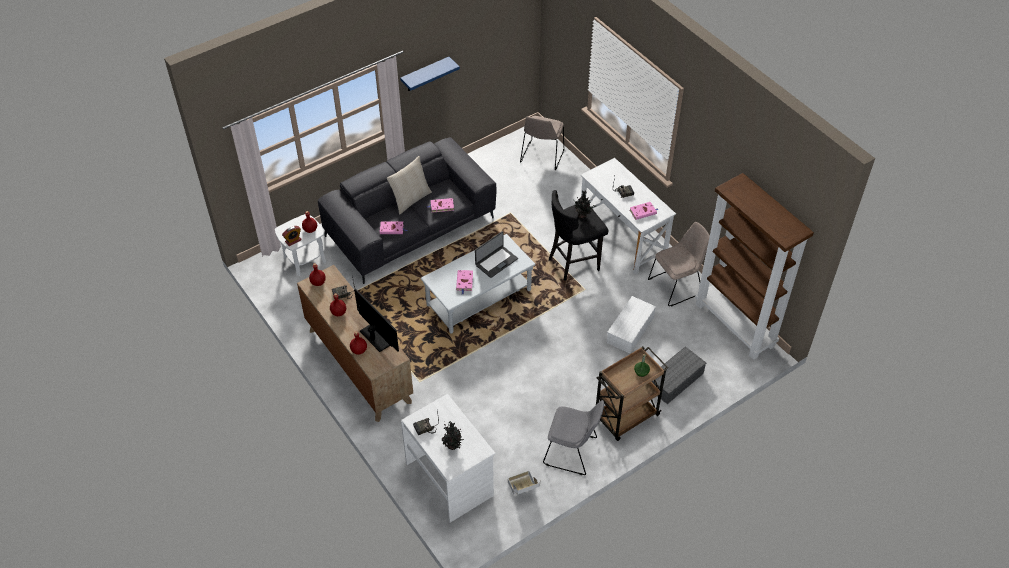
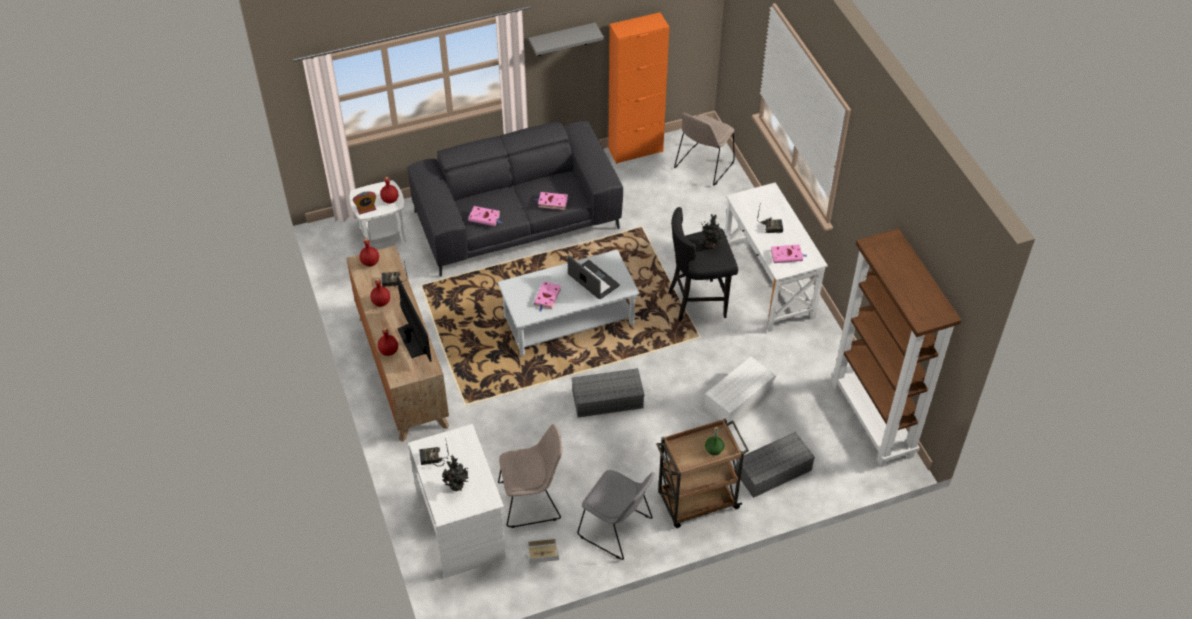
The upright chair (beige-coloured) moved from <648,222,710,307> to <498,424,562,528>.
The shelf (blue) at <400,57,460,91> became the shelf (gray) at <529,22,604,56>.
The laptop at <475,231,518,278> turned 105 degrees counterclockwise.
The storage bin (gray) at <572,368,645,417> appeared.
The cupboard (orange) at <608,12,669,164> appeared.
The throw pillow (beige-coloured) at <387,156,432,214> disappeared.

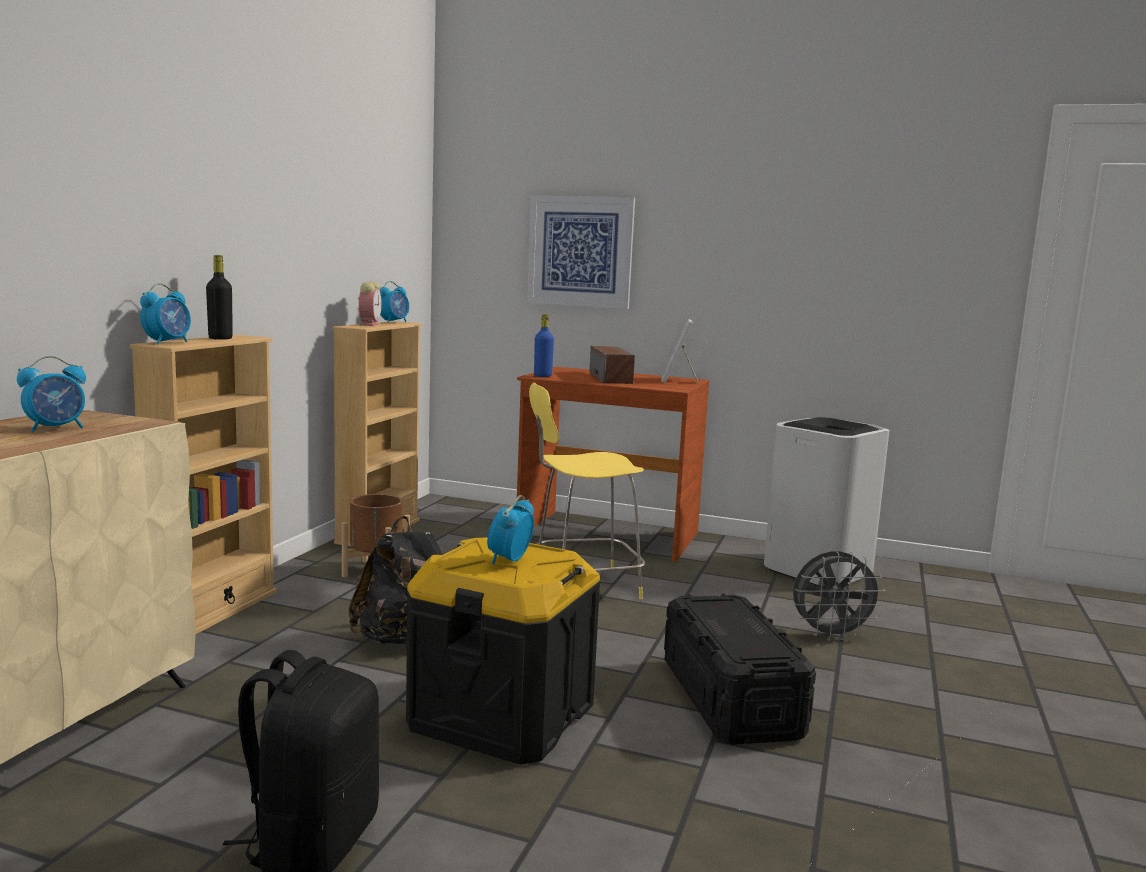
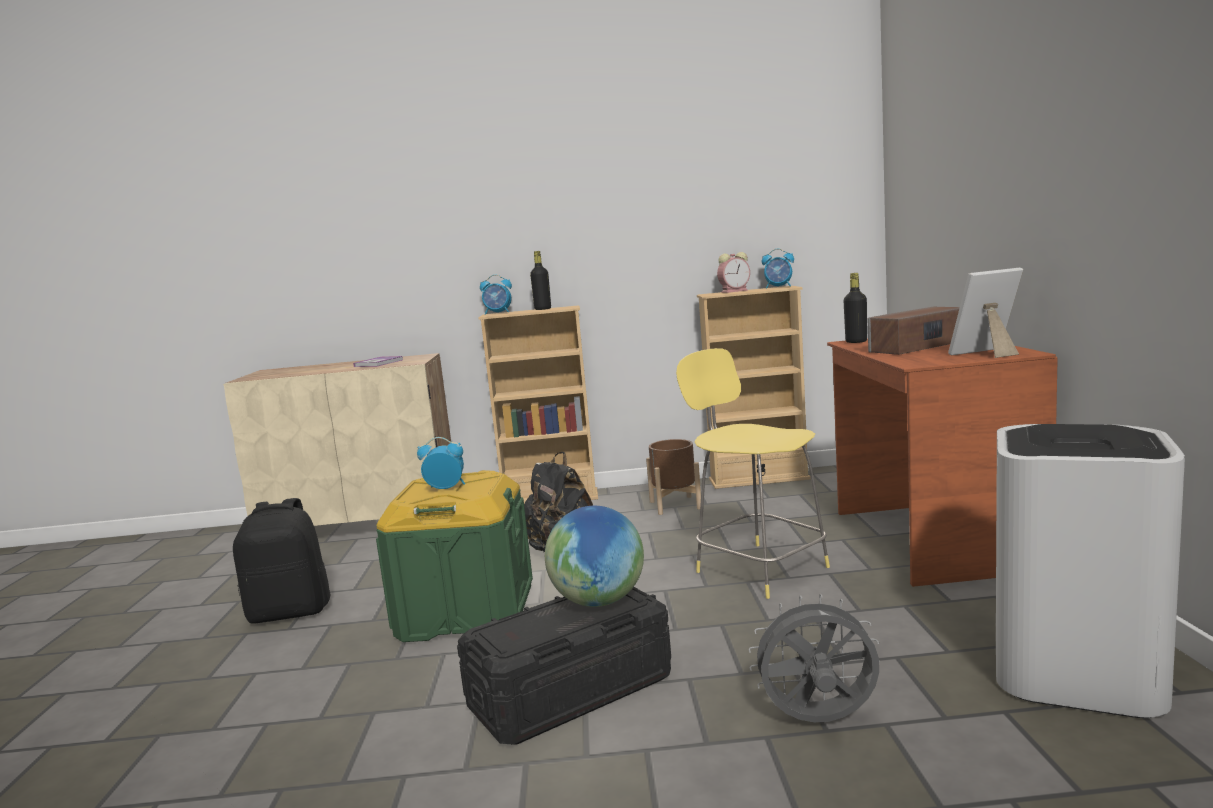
The alarm clock at <17,356,86,432> was replaced by the volume at <353,356,403,367>.
The storage bin (blackish) at <406,537,601,765> became the storage bin (green-coloured) at <376,470,533,642>.
The desk globe at <545,506,644,607> appeared.
The electric fan (gray) at <793,551,885,641> turned 120 degrees clockwise.
The bottle (blue) at <534,314,554,377> became the bottle (blackish) at <844,273,867,343>.
The wall picture at <527,195,635,309> disappeared.

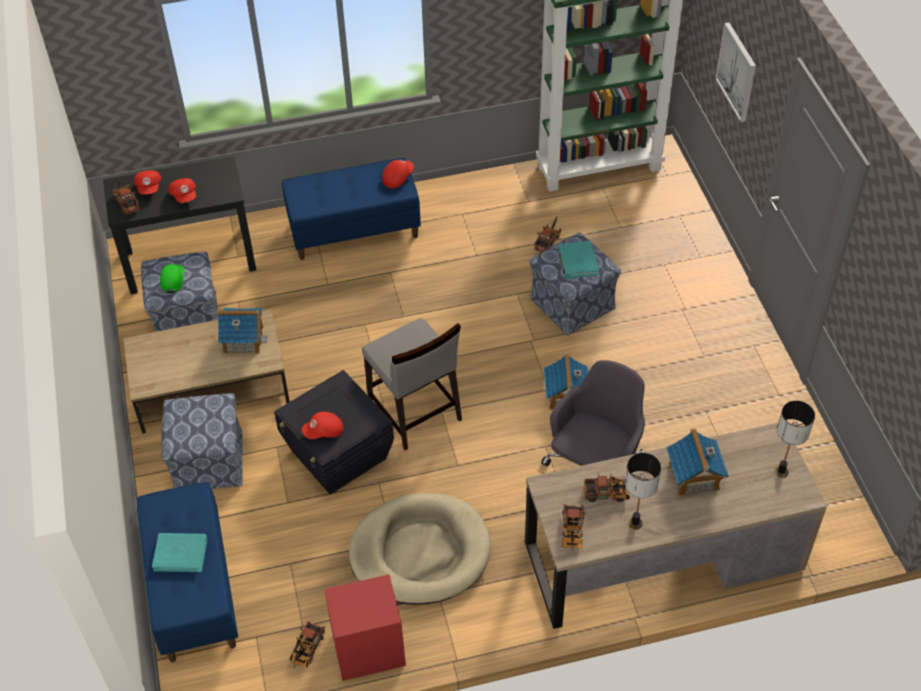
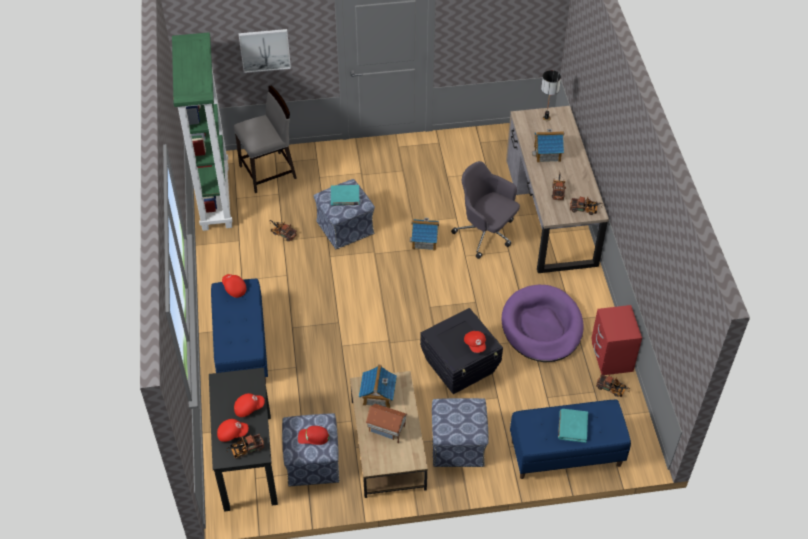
The upright chair (gray) moved from <362,318,462,450> to <234,86,297,193>.
The peaked cap (green-coloured) at <160,264,185,293> became the peaked cap (red-coloured) at <298,426,329,445>.
The model house at <366,404,408,443> appeared.
The dog bed (beige-coloured) at <349,493,491,605> became the dog bed (purple) at <501,285,584,362>.
The table lamp at <625,453,661,530> disappeared.

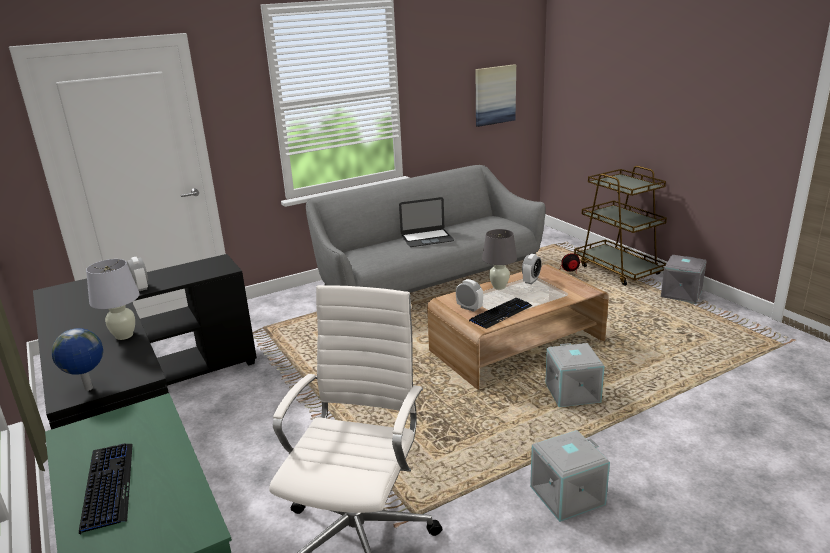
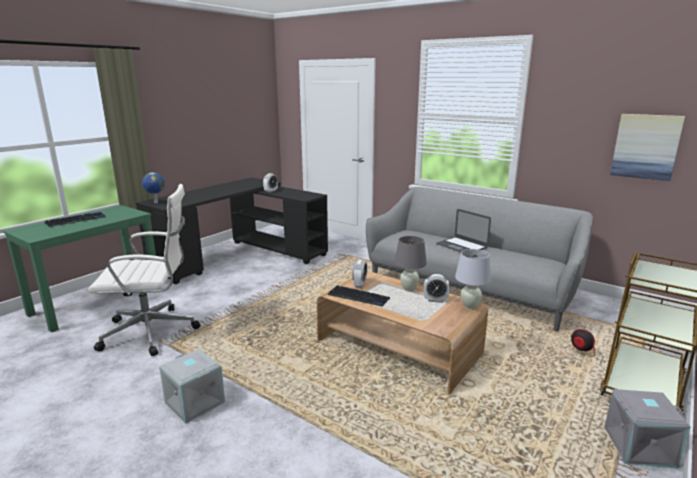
The table lamp (whitish) moved from <86,259,140,340> to <455,249,491,310>.
The storage bin (gray) at <545,343,604,407> disappeared.

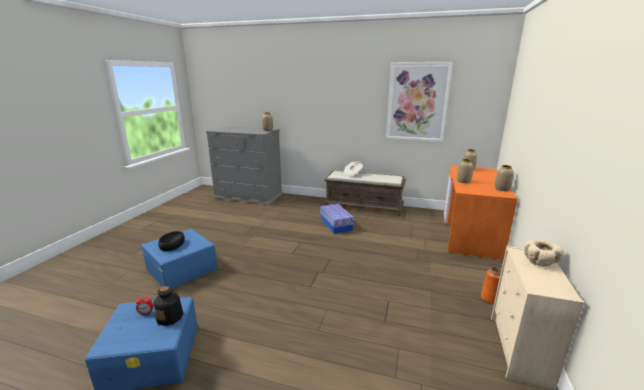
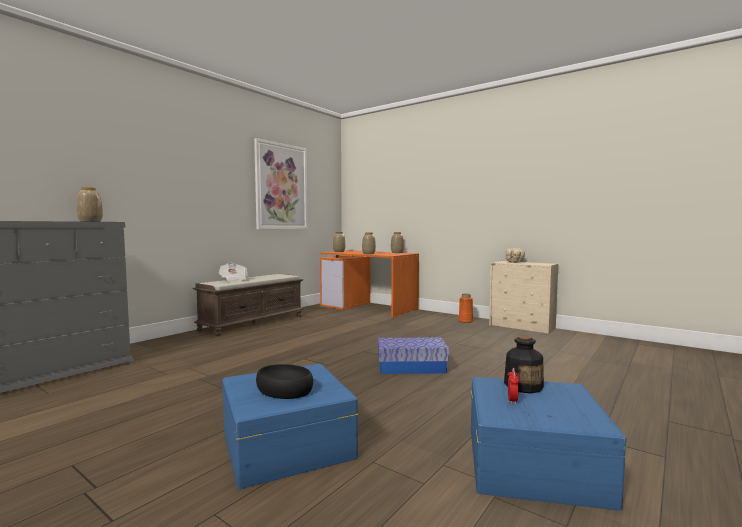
The storage bin moved from <320,204,354,234> to <378,338,449,374>.

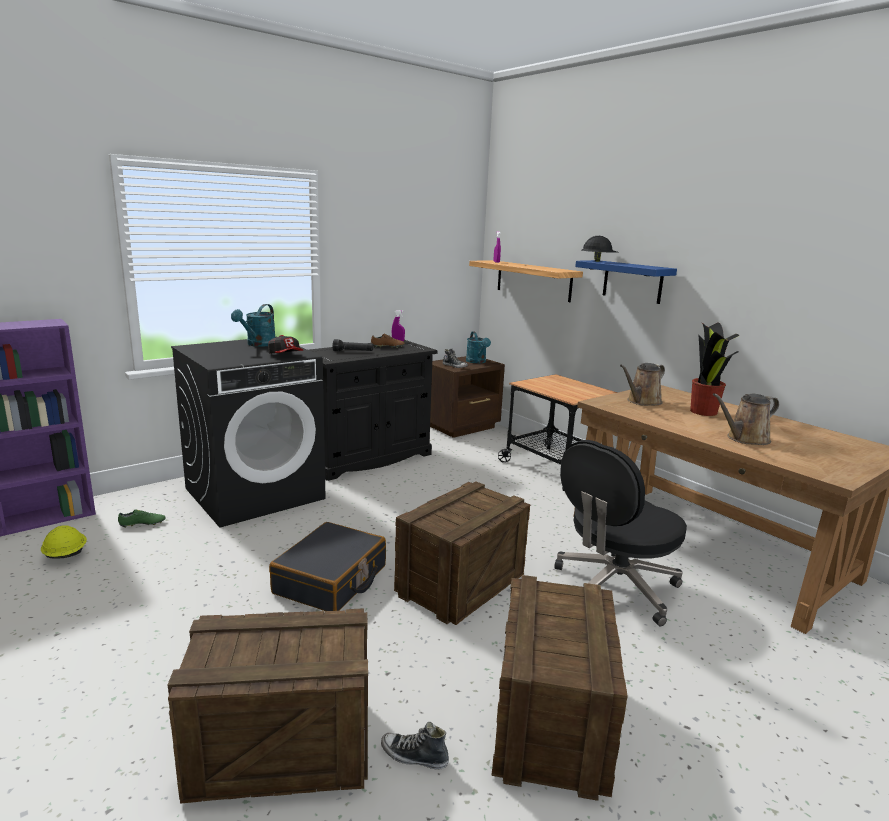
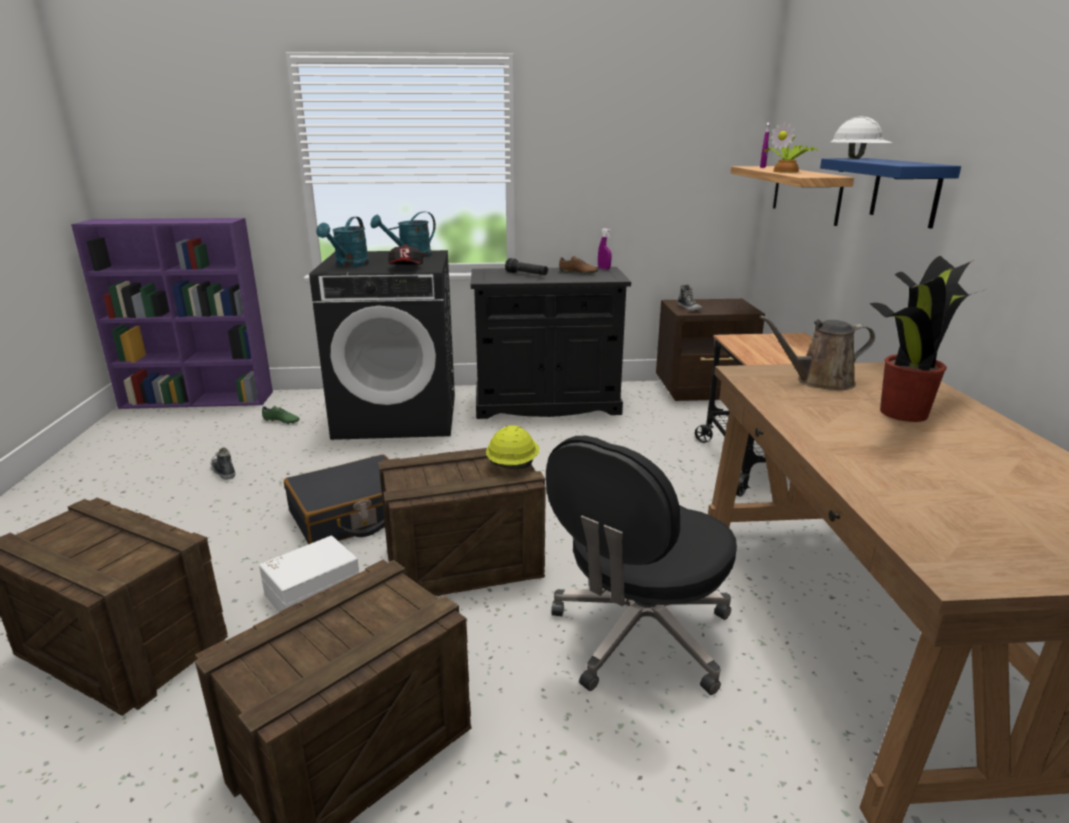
The shoe moved from <381,722,449,770> to <210,448,235,479>.
The storage bin (whitish) at <259,536,359,612> appeared.
The sprinkling can (turquoise-coloured) moved from <466,332,491,363> to <316,217,369,267>.
The safety helmet (yellowish) moved from <41,525,87,559> to <486,425,539,469>.
The office chair (blackish) at <554,440,687,626> turned 45 degrees counterclockwise.
The plant in a pot at <764,121,818,173> appeared.
The safety helmet (blackish) at <581,236,618,261> became the safety helmet (whitish) at <830,116,893,159>.
The sprinkling can (brown-coloured) at <713,393,779,445> disappeared.

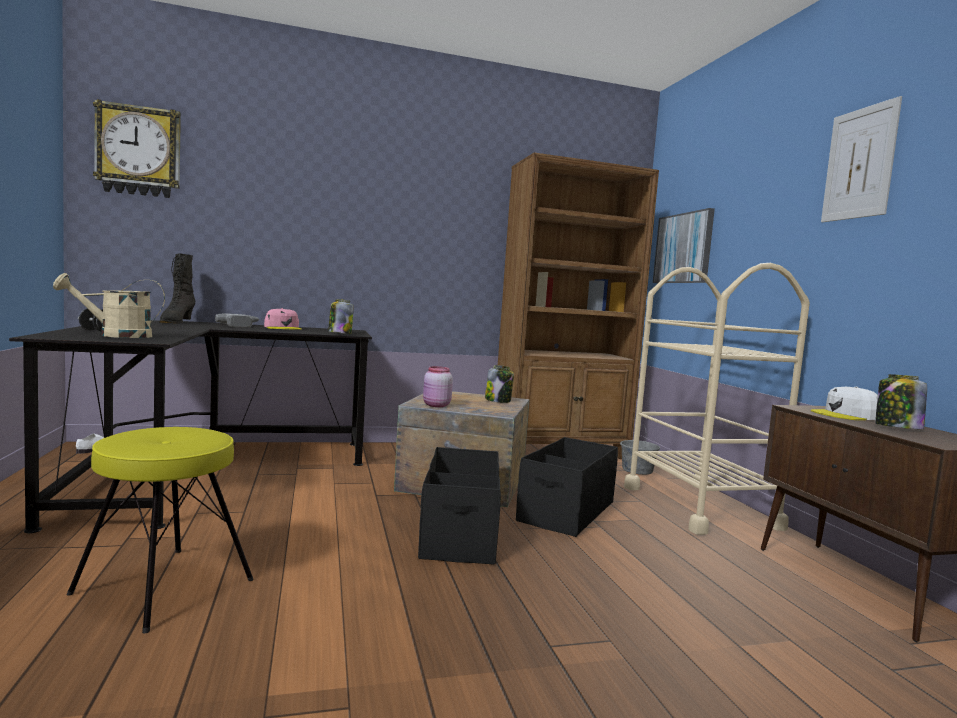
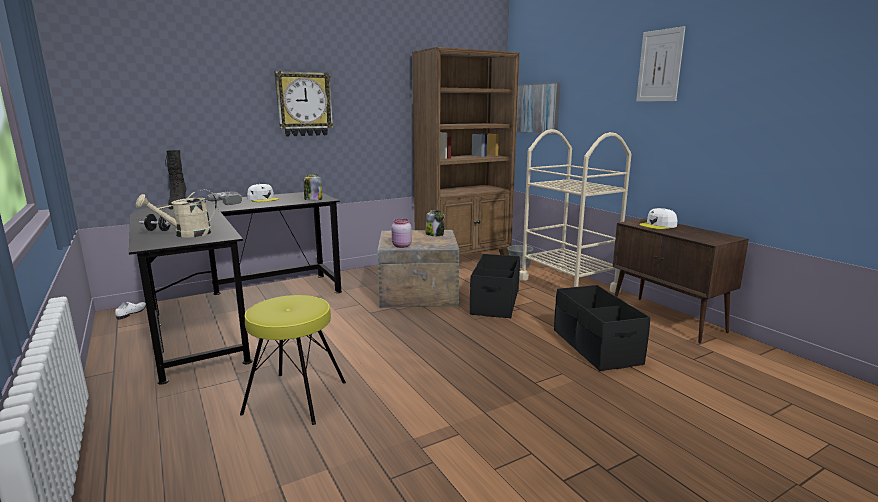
The peaked cap (pink) at <264,308,302,330> became the peaked cap (whitish) at <247,184,279,202>.
The wall clock moved from <93,99,181,198> to <275,71,334,136>.
The storage bin (blackish) moved from <418,447,501,564> to <554,285,650,371>.
The preserve jar at <875,374,927,429> disappeared.

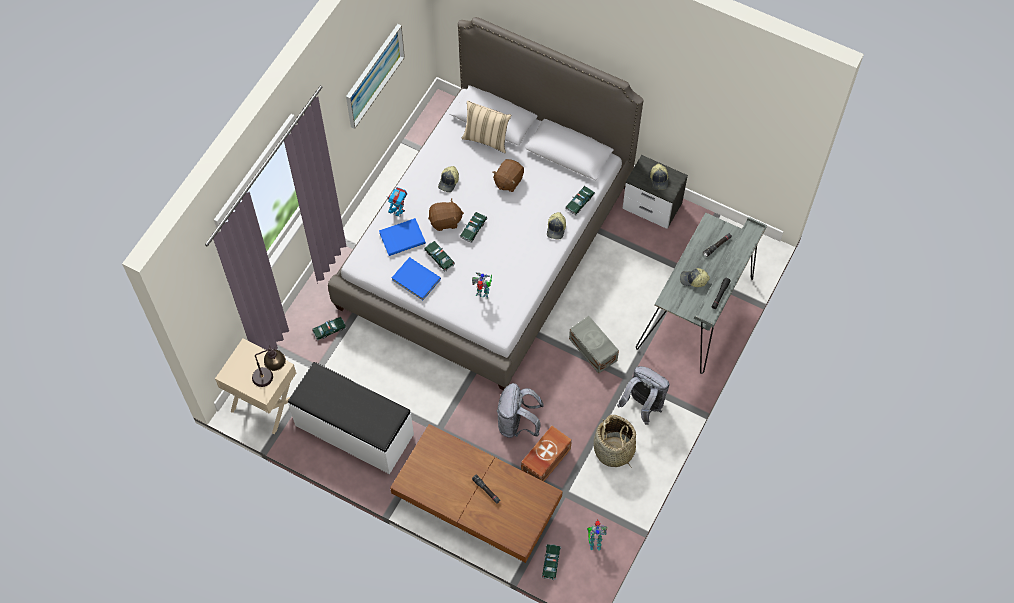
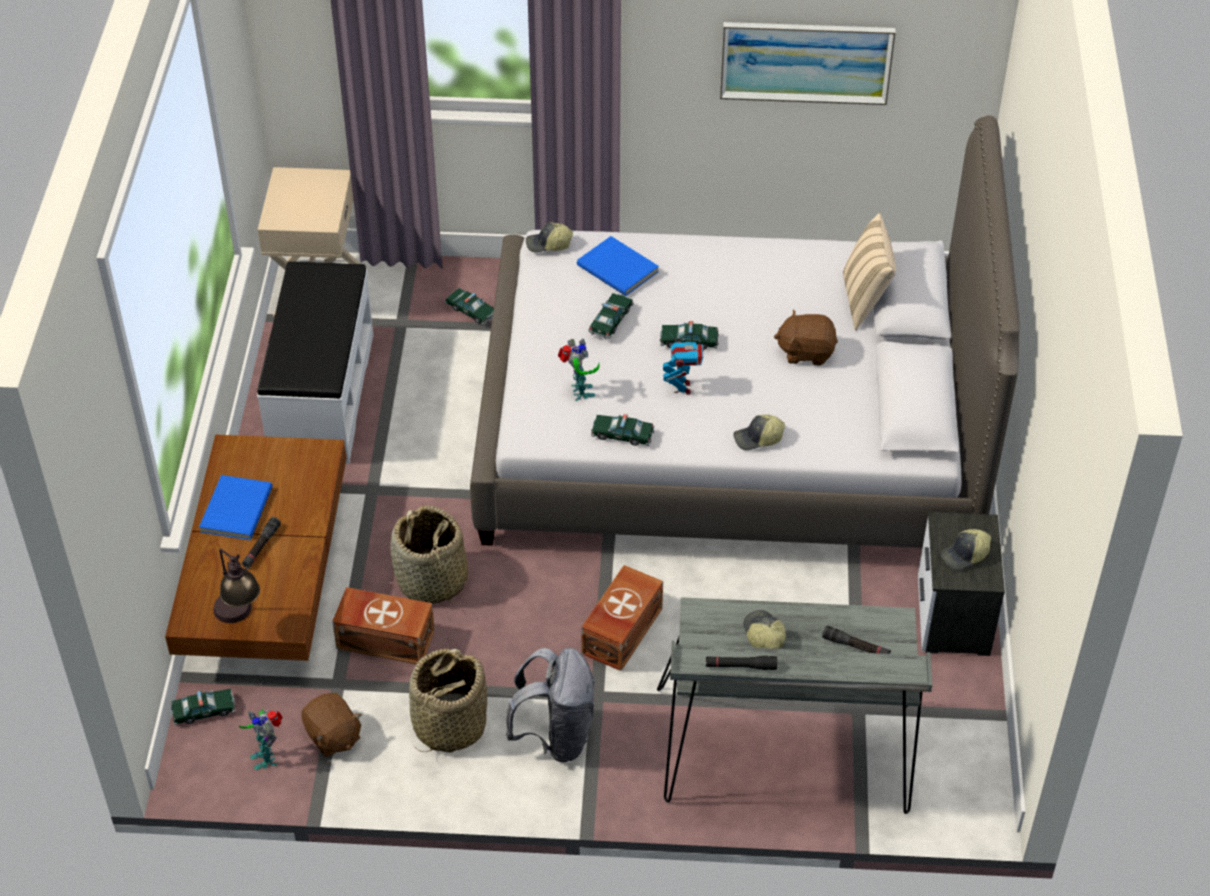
The volume (blue) moved from <392,257,441,300> to <199,475,273,540>.
The table lamp moved from <252,346,286,387> to <213,548,260,623>.
The cuddly toy (brown-coloured) moved from <428,199,464,231> to <301,692,362,757>.
The knapsack (gray) at <497,383,544,438> was replaced by the household basket at <390,505,468,604>.
The peaked cap moved from <438,166,459,192> to <526,222,573,252>.
The storage bin (gray) at <569,316,619,374> became the storage bin (brown-coloured) at <581,565,663,671>.
The model car moved from <565,186,595,215> to <591,414,654,446>.
The toy robot moved from <388,187,407,216> to <663,333,704,395>.

